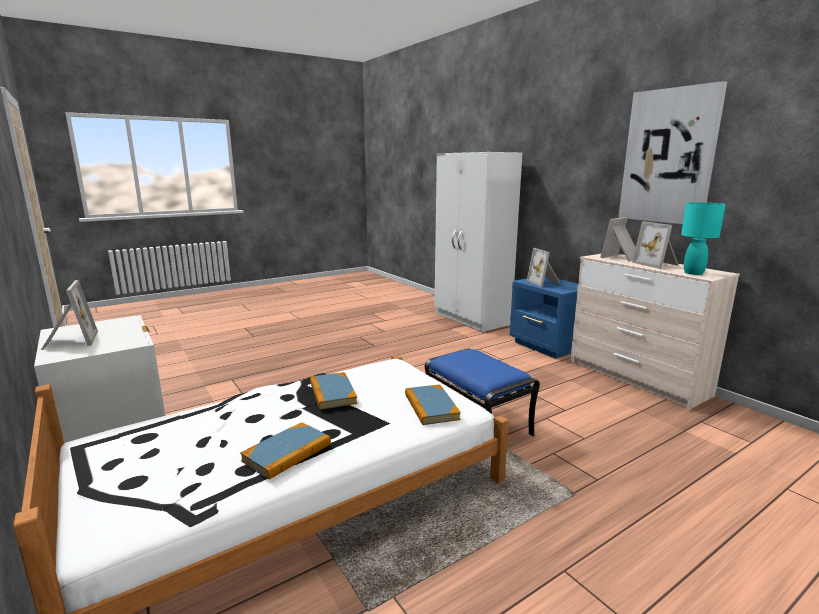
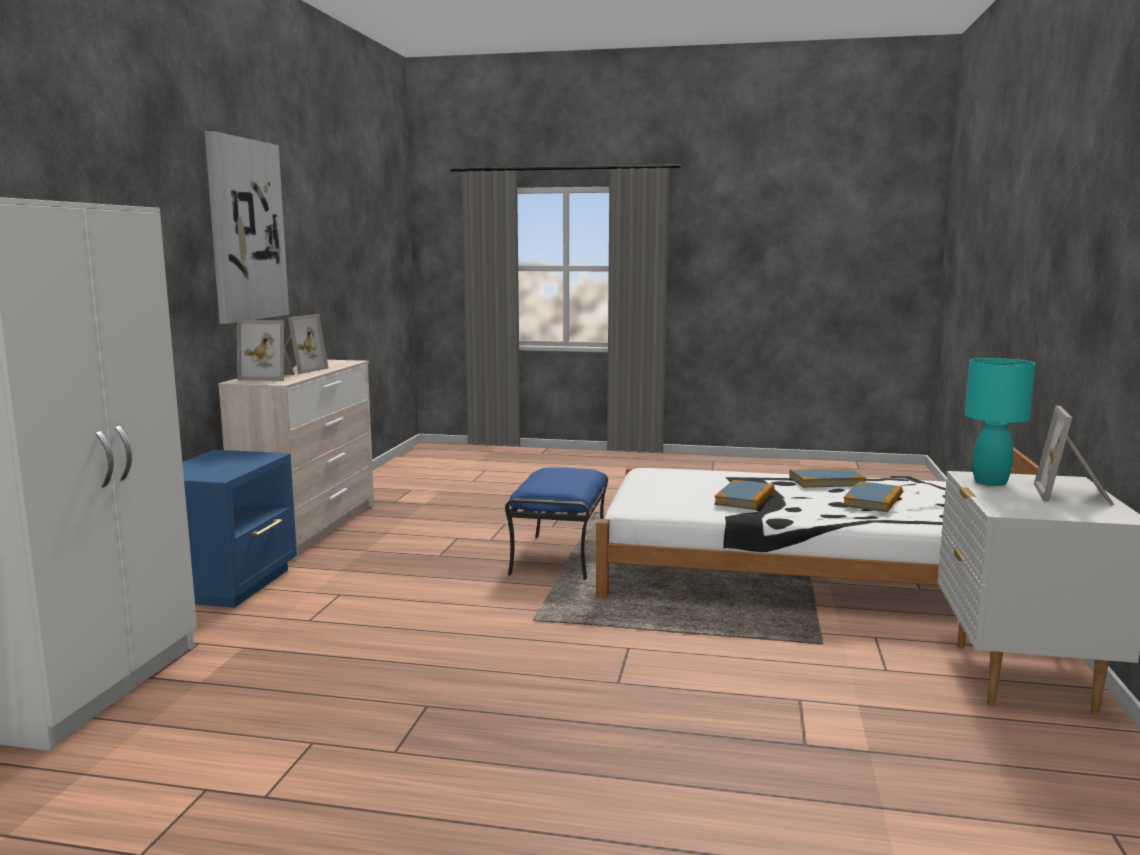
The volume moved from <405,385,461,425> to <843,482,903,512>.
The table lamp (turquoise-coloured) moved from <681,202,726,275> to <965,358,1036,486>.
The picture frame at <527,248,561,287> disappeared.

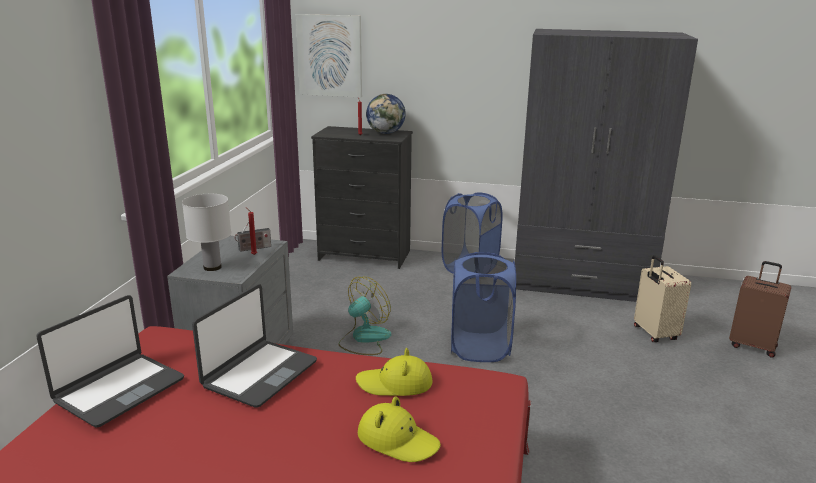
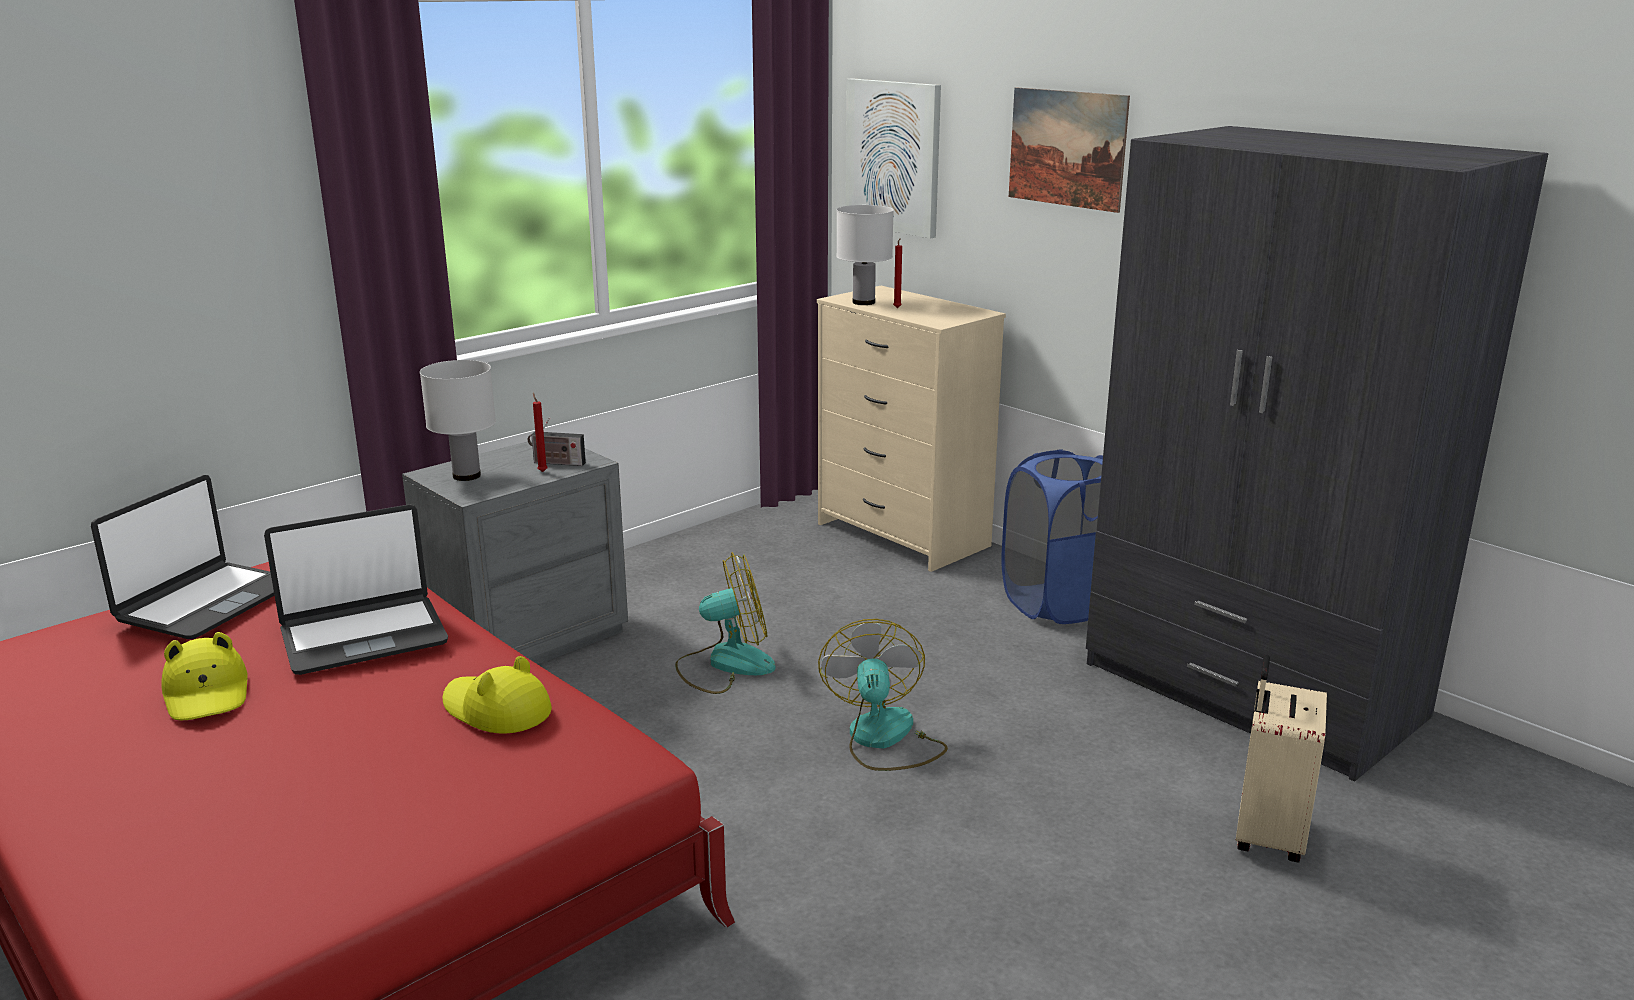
The laptop at <36,295,184,427> turned 45 degrees counterclockwise.
The hat (yellowish) moved from <358,397,441,462> to <162,632,248,720>.
The dresser (blackish) at <311,126,413,269> became the dresser (beige-coloured) at <817,286,1006,572>.
The laundry basket (blue) at <451,252,516,362> was replaced by the electric fan at <818,619,948,771>.
The table lamp (whitish) at <836,205,894,305> appeared.
The wall picture at <1009,87,1130,213> appeared.
The desk globe at <366,94,406,134> disappeared.
The suitcase (brown-coloured) at <729,261,791,358> disappeared.

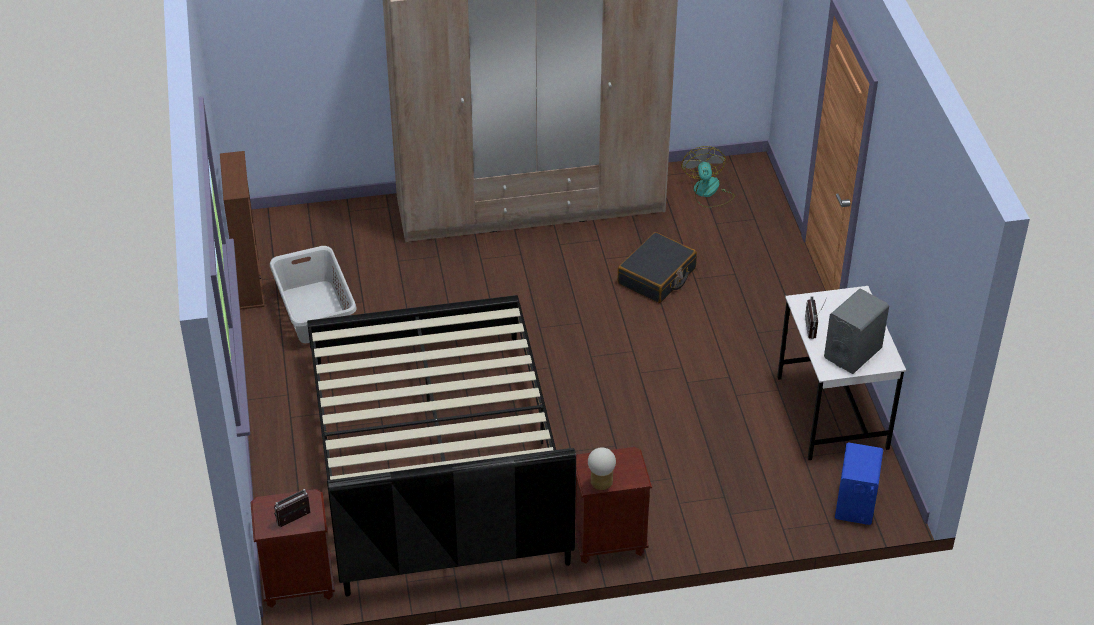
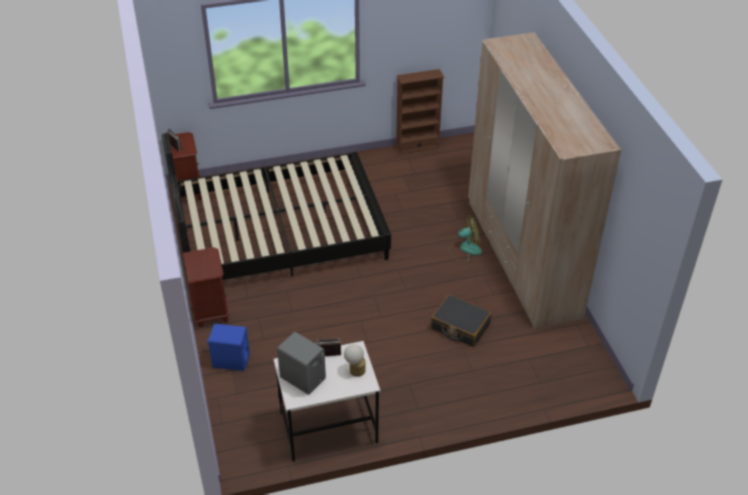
The speaker (blue) moved from <835,443,883,525> to <207,324,250,371>.
The table lamp moved from <588,447,616,490> to <344,344,365,377>.
The electric fan moved from <681,146,735,207> to <449,215,482,263>.
The laundry basket (gray) at <270,246,357,343> disappeared.

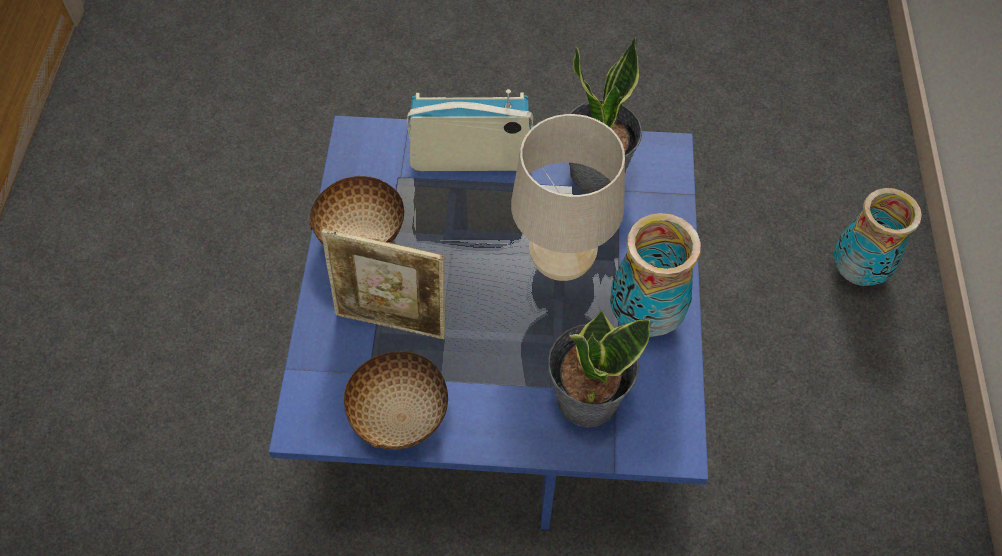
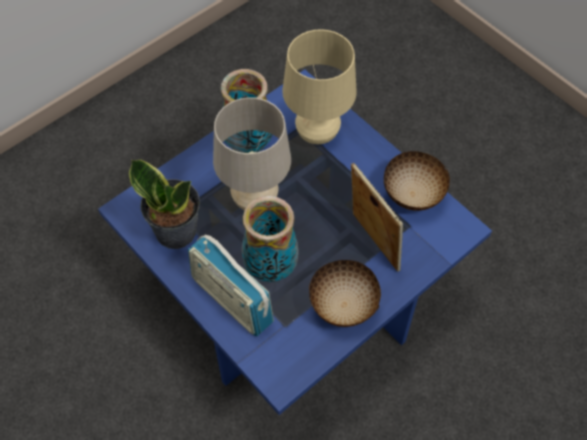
The flower vase moved from <834,188,922,286> to <242,196,299,282>.
The plant in a pot at <548,310,651,428> was replaced by the table lamp (beige-coloured) at <282,29,357,144>.

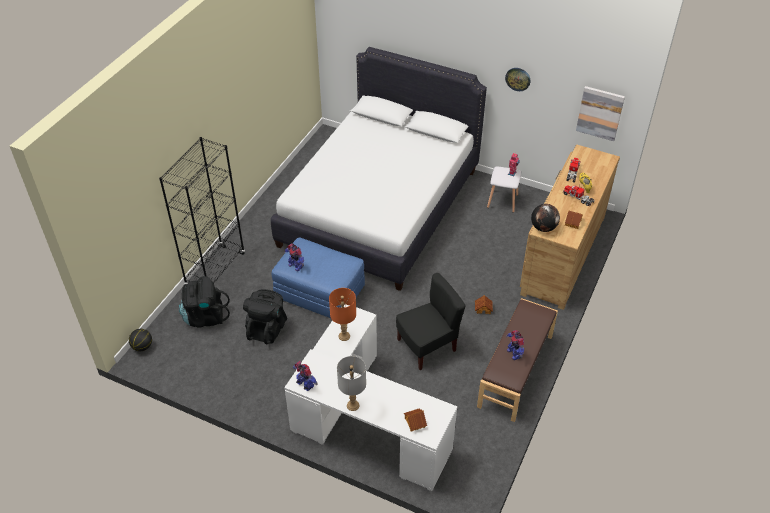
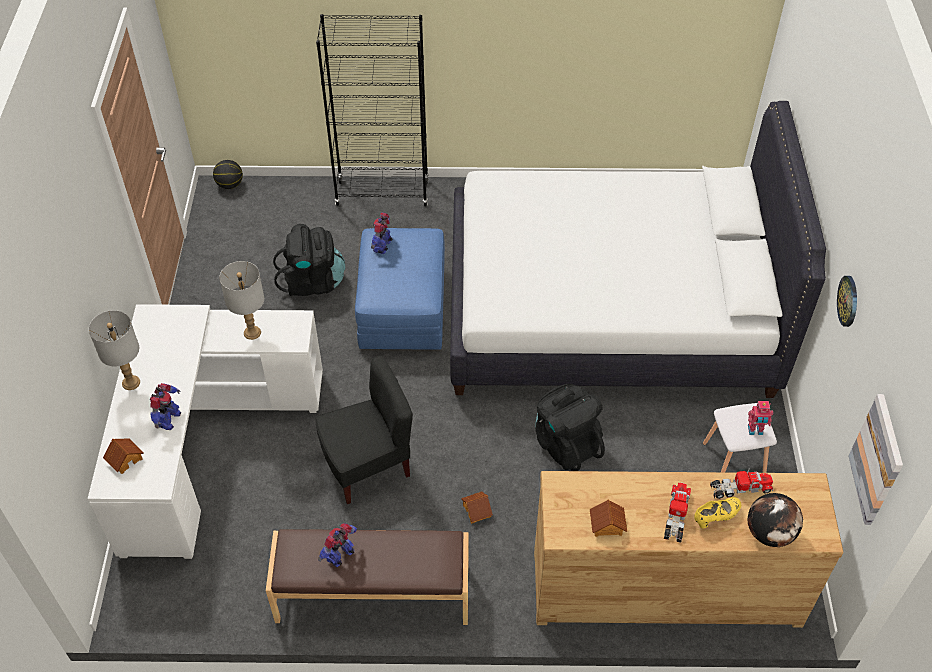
The toy robot moved from <293,361,318,391> to <150,383,181,430>.
The table lamp (orange) at <329,288,356,341> became the table lamp (gray) at <219,261,264,340>.
The upright chair (blackish) at <396,273,466,370> turned 60 degrees counterclockwise.
The knapsack (blackish) moved from <179,276,230,328> to <535,384,605,471>.
The desk globe moved from <531,204,560,232> to <748,493,803,547>.

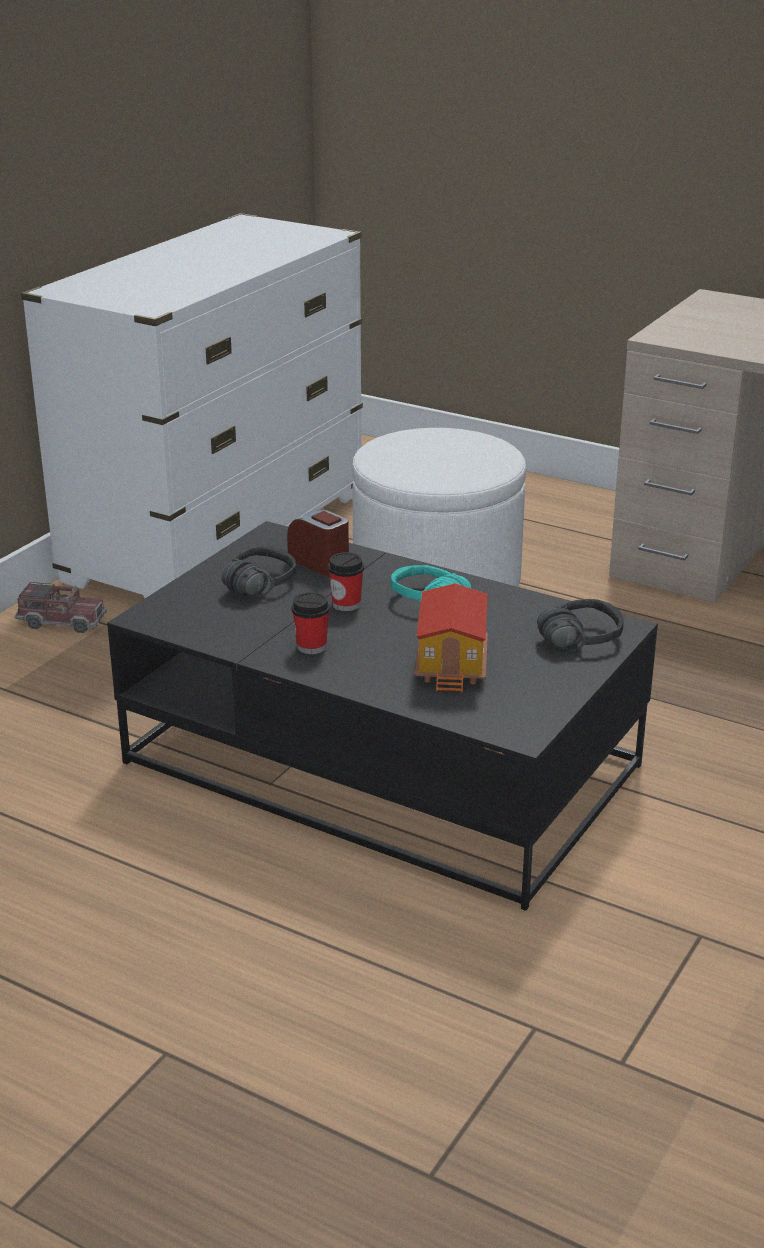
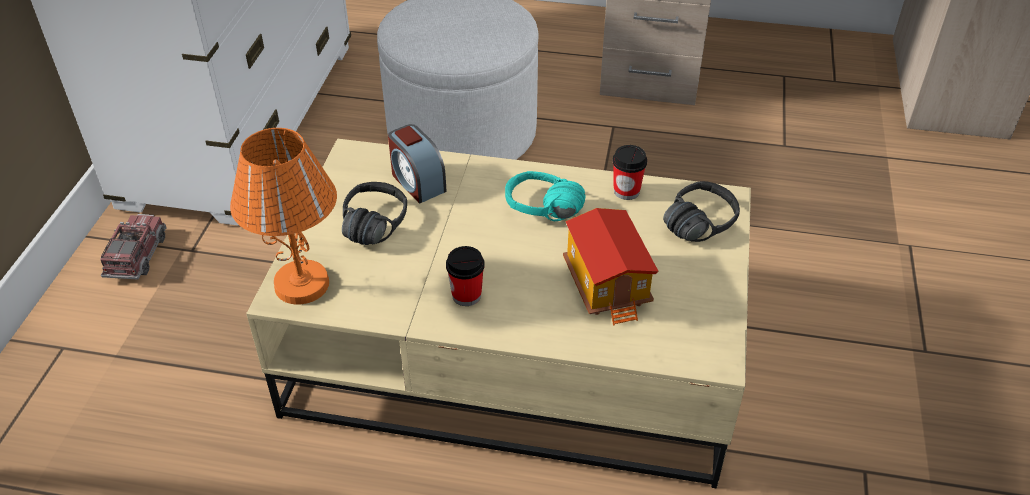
The toy lorry at <14,582,107,633> turned 75 degrees counterclockwise.
The table lamp (orange) at <230,128,337,305> appeared.
The lounge table (blackish) at <107,521,658,911> became the lounge table (beige-coloured) at <246,139,751,488>.
The alarm clock at <287,509,349,576> turned 150 degrees counterclockwise.
The cup moved from <328,552,364,611> to <613,145,647,200>.

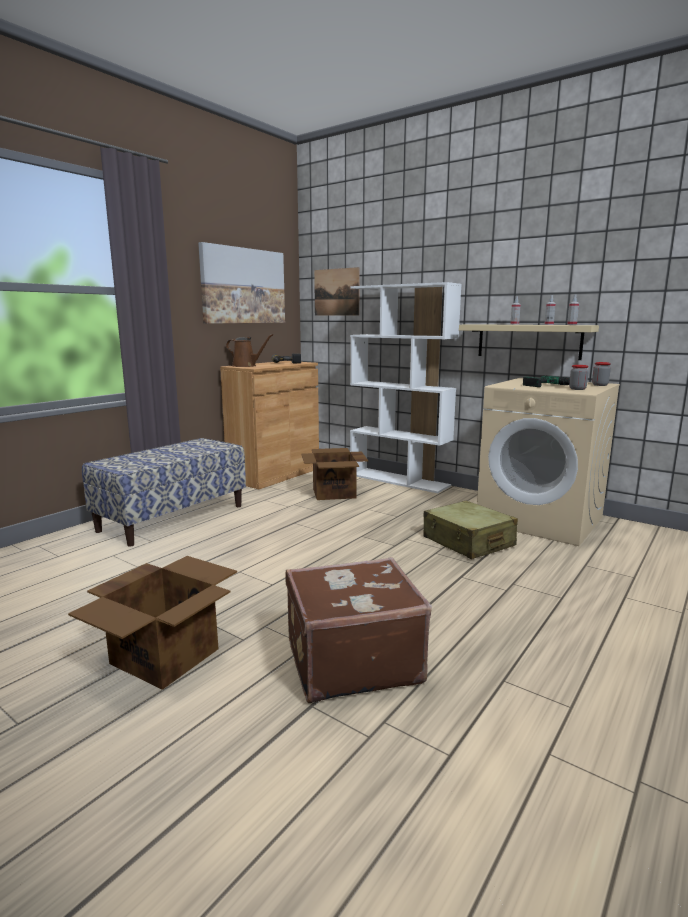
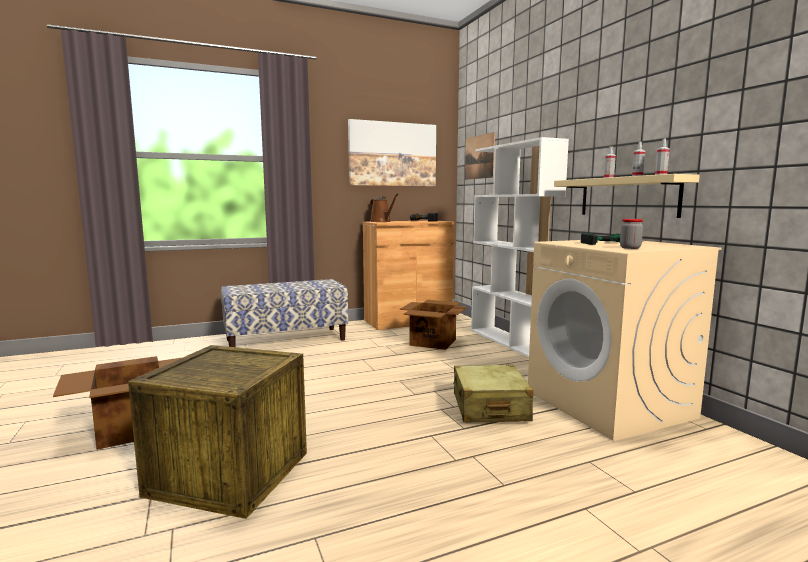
The suitcase (brown-coloured) at <286,557,432,703> was replaced by the crate at <128,345,307,519>.
The preserve jar at <592,362,611,386> disappeared.

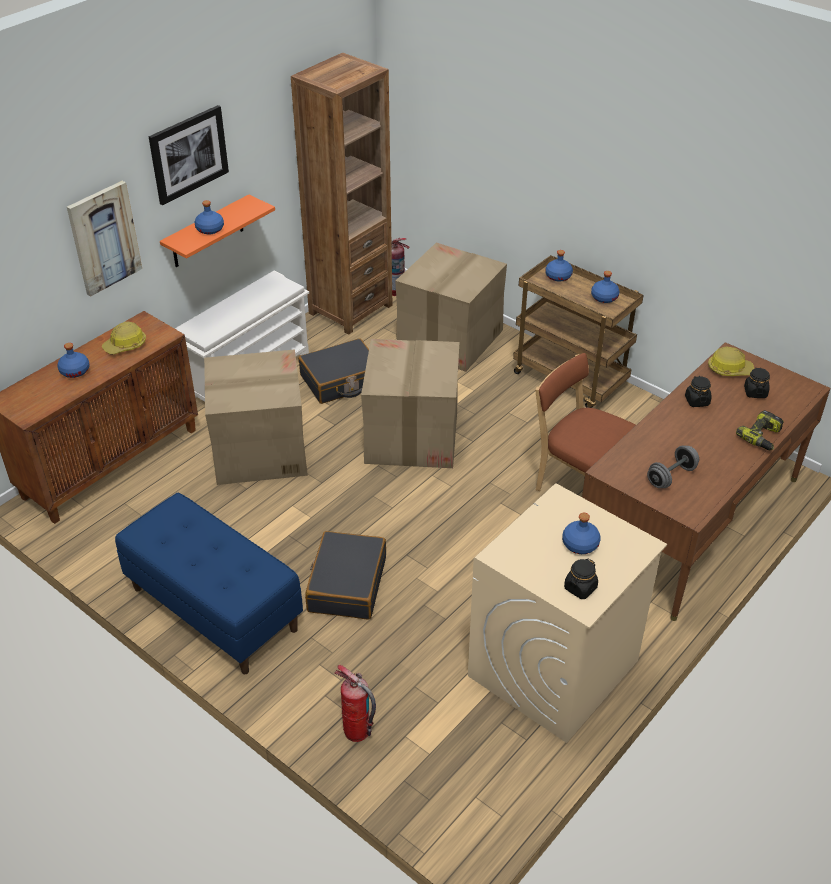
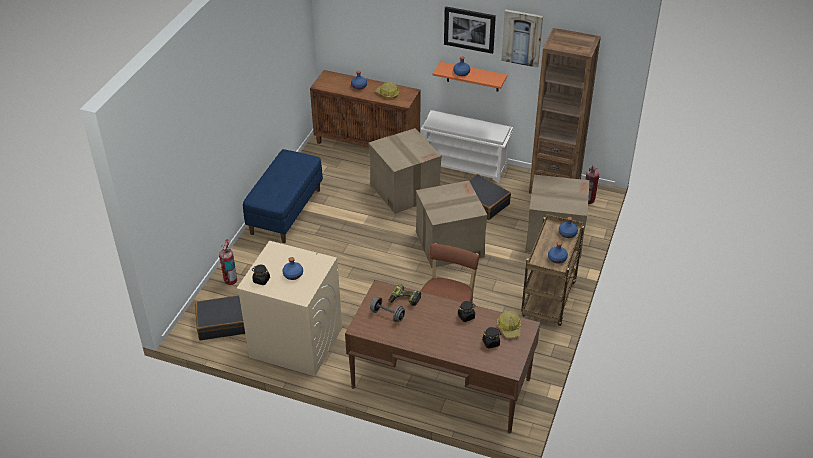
The suitcase (blackish) moved from <305,531,386,620> to <195,295,245,340>.
The power drill moved from <736,410,784,450> to <389,284,421,306>.
The wall picture moved from <67,181,142,297> to <501,9,543,68>.

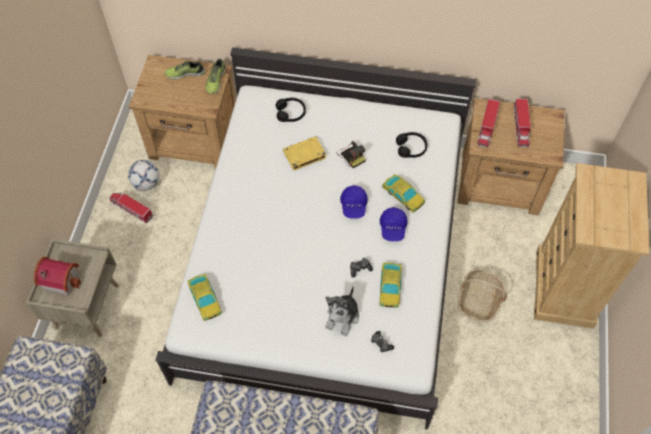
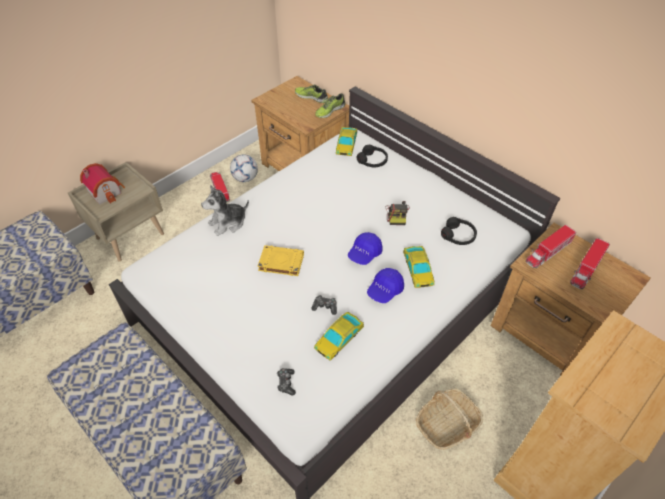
The cuddly toy moved from <325,286,359,336> to <201,185,249,236>.
The volume (yellowish) moved from <283,136,326,171> to <257,245,304,276>.
The model car moved from <188,274,222,321> to <336,127,357,156>.

